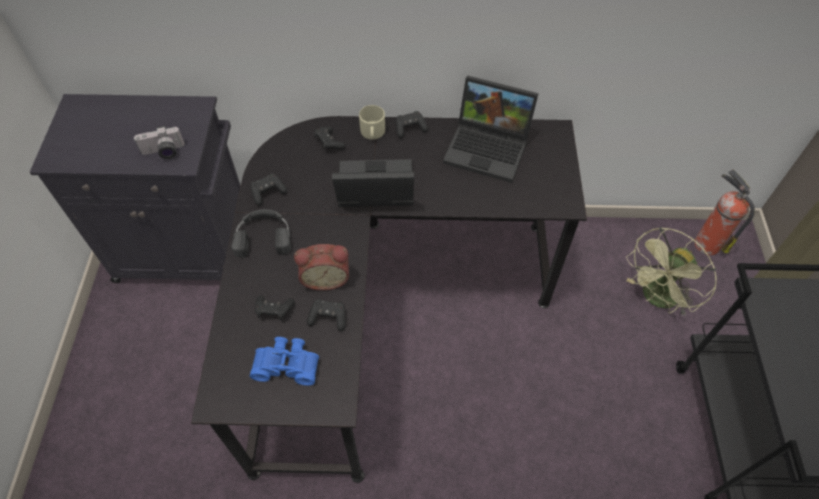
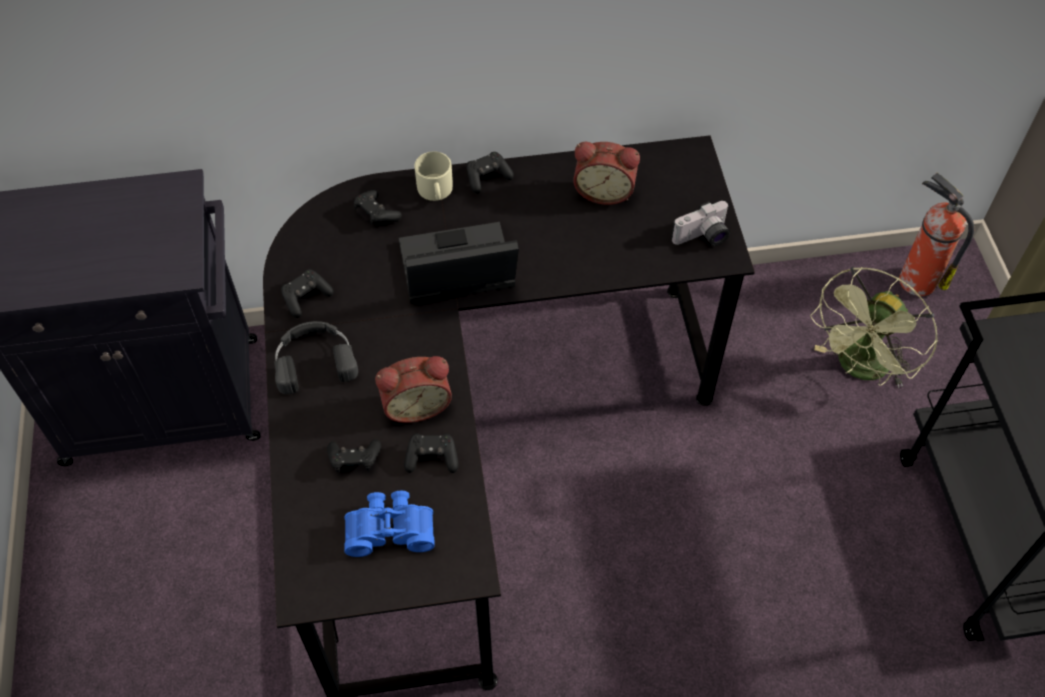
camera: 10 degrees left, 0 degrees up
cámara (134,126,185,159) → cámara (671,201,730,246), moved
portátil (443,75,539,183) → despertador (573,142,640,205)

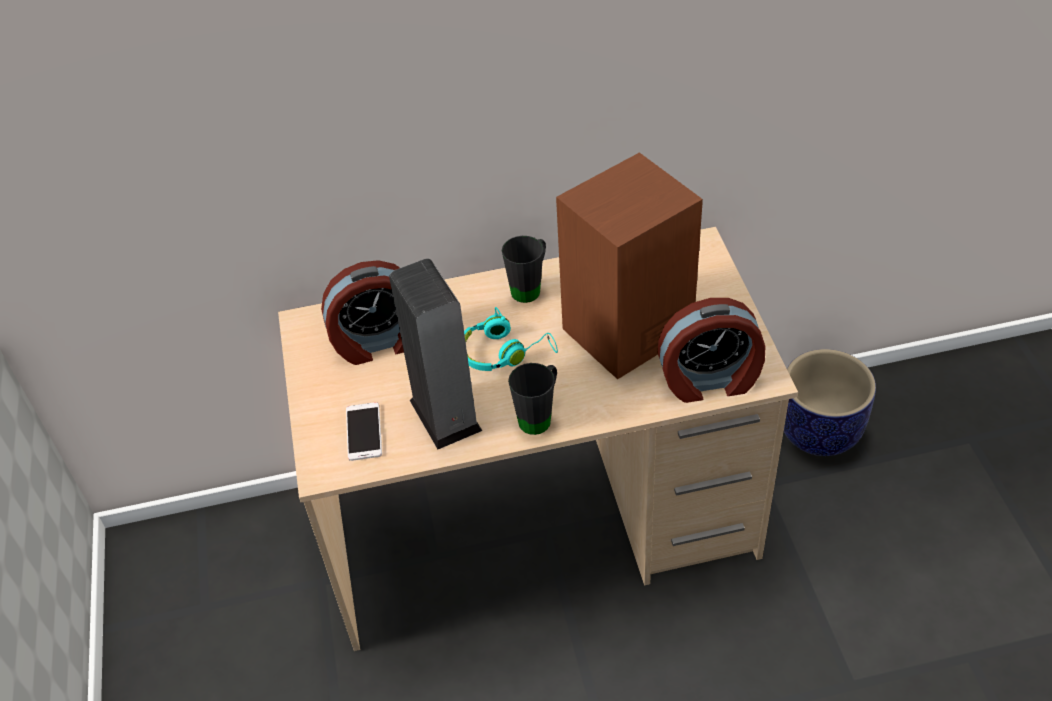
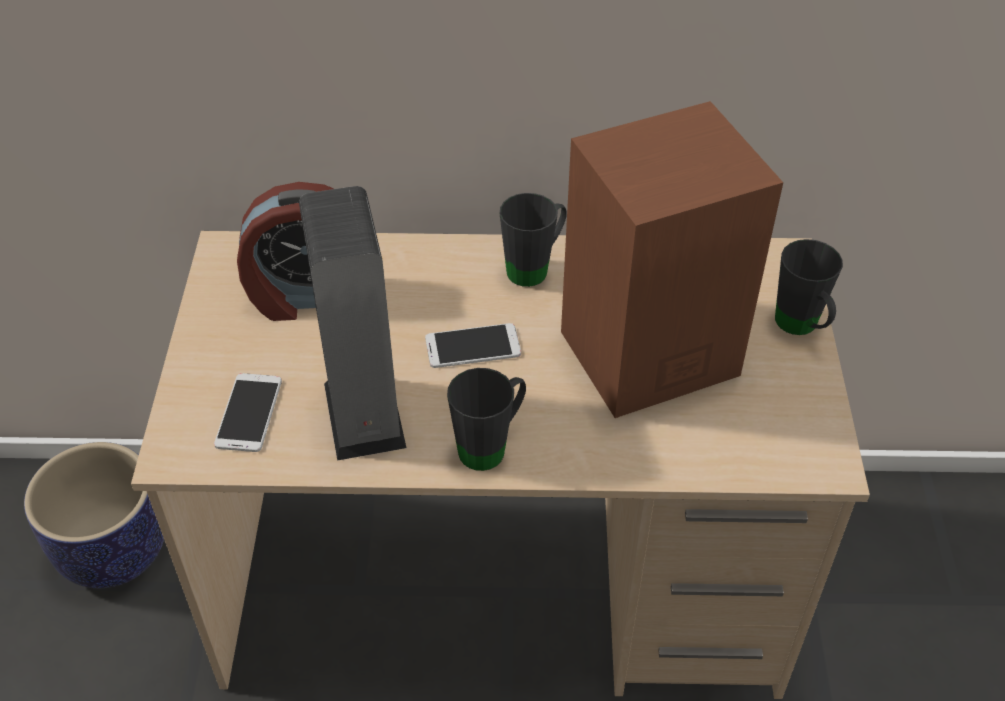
camera: 10 degrees right, 0 degrees up
despertador (658,298,766,403) → -
- → taza grande [negro] (775,239,843,335)
maceta (784,349,876,456) → maceta (24,442,164,588), moved
auriculares [turquesa] (464,307,558,371) → móvil (425,323,521,368)

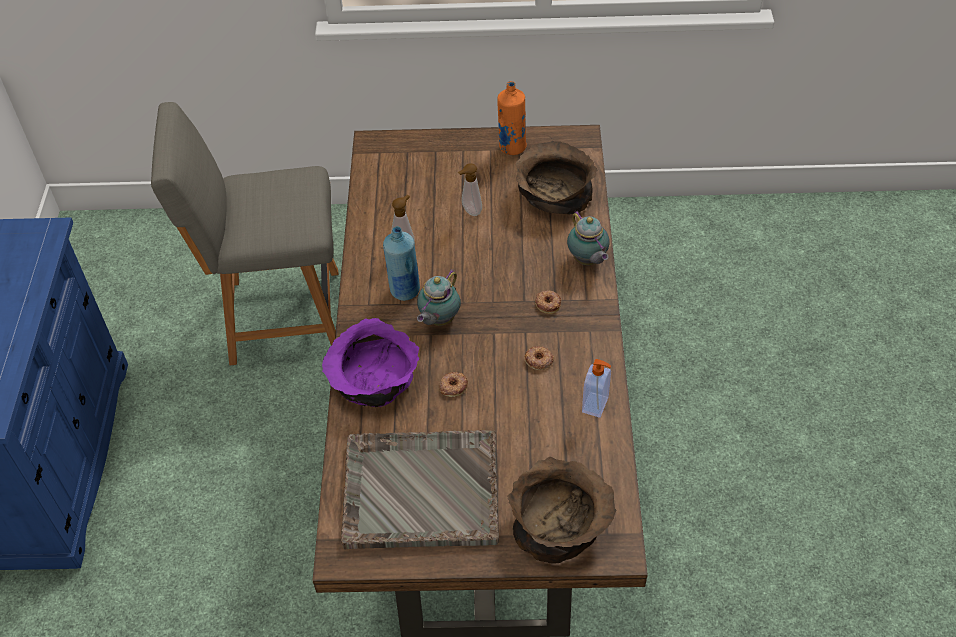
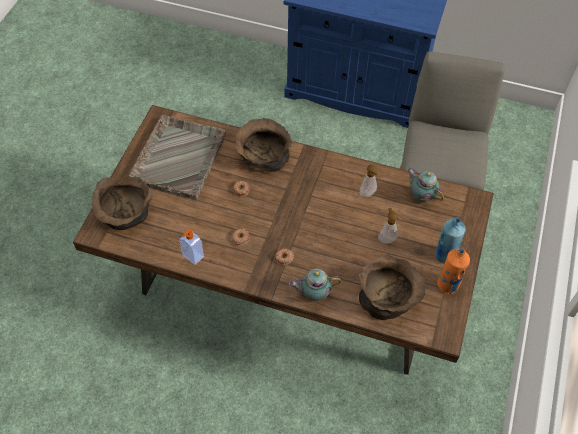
camera: 105 degrees right, 5 degrees up
botella [azul] (383,226,420,301) → botella [azul] (435,217,466,264), moved
tetera (417,270,461,326) → tetera (407,168,444,203), moved
cuenco [morado] (322,318,420,407) → cuenco [marrón] (235,118,292,172)

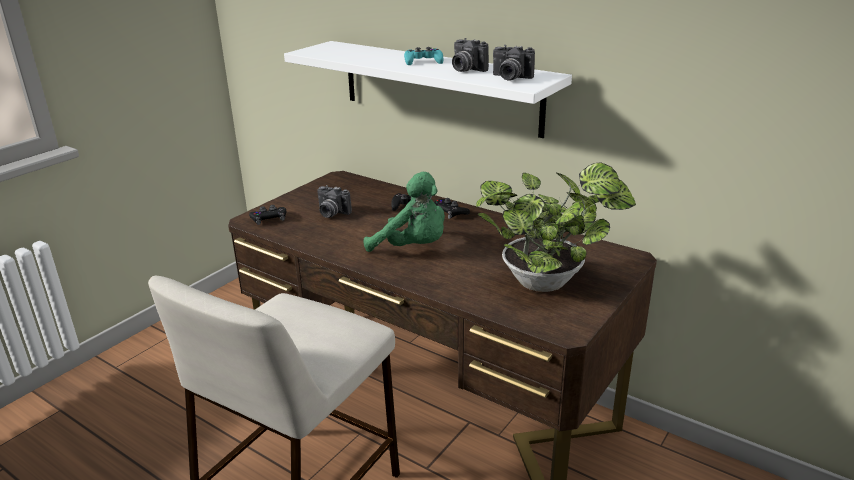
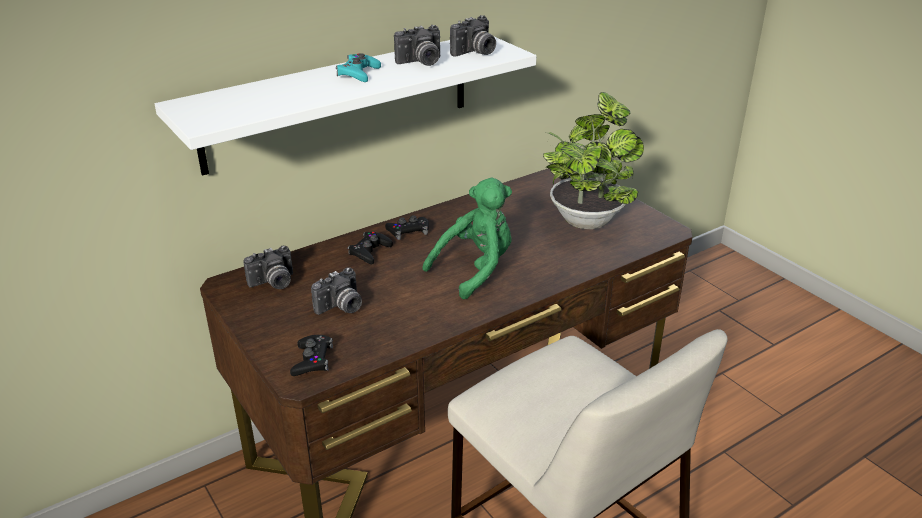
camera: 70 degrees left, 5 degrees up
- → cámara (243,246,293,289)

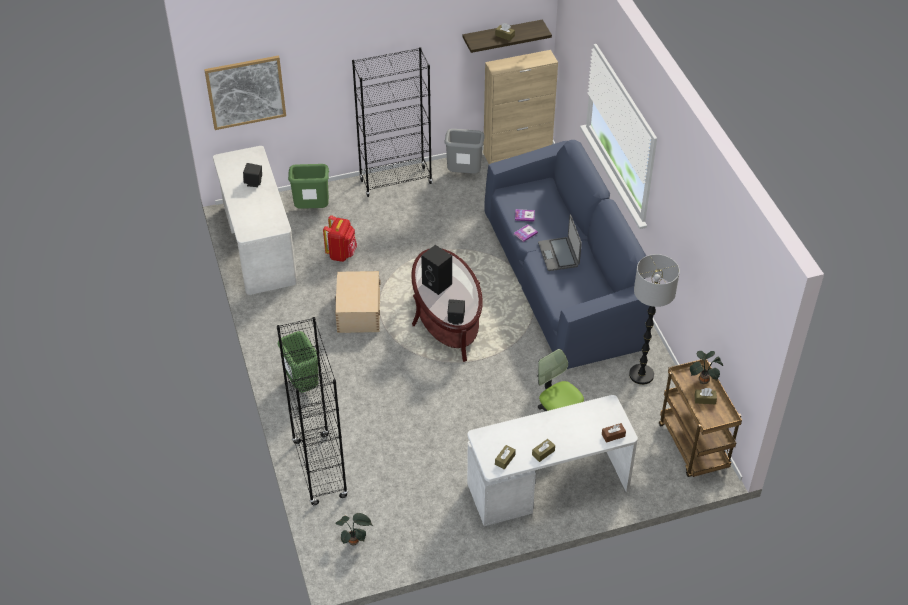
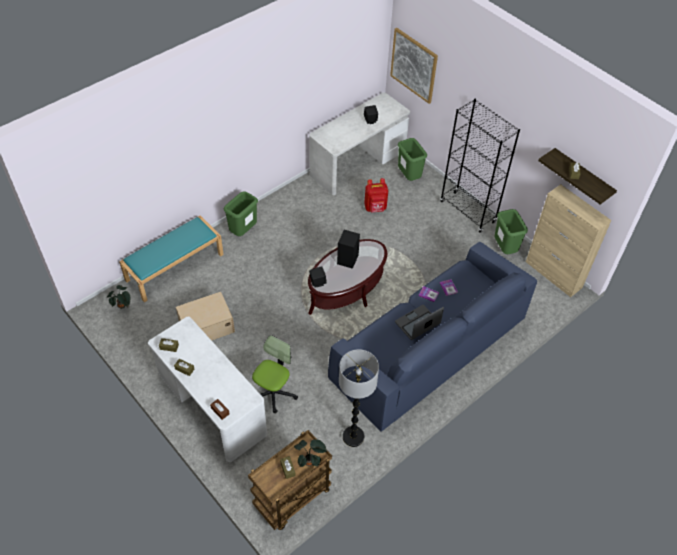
camera: 65 degrees right, 5 degrees up
caja de almacenaje [beis] (335,271,381,333) → caja de almacenaje [beis] (176,292,235,340), moved
estantería [negro] (277,317,348,505) → banco [turquesa] (119,215,224,302)
papelera [gris] (444,129,485,174) → papelera [verde] (494,209,528,254)

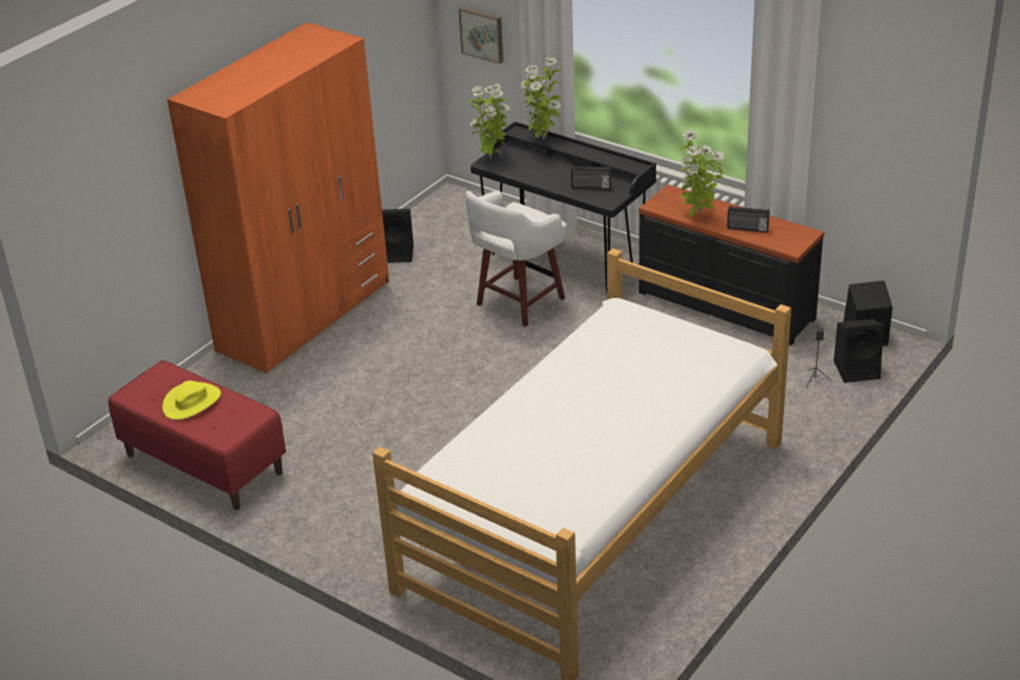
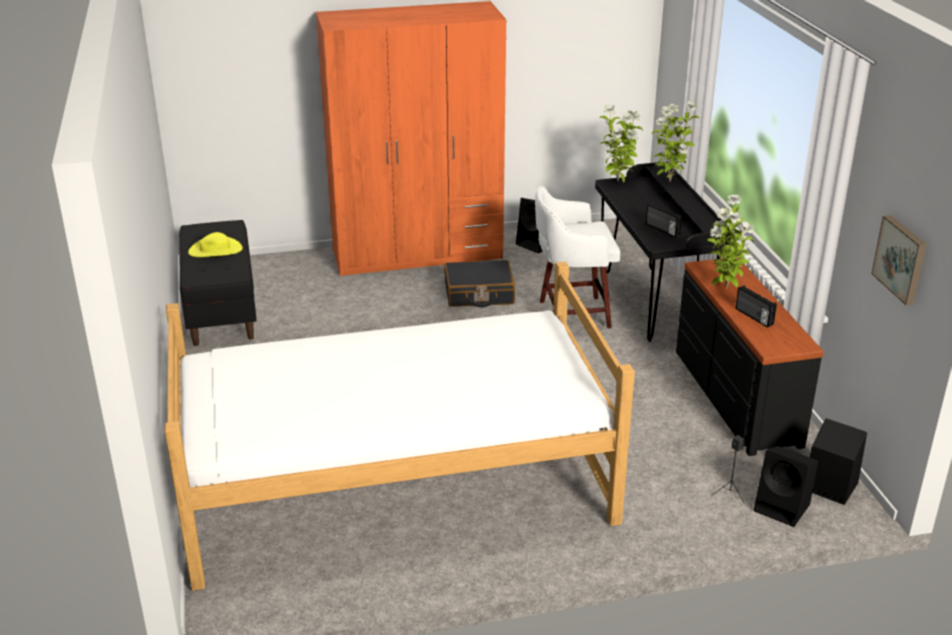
camera: 40 degrees right, 5 degrees down
- → maleta [negro] (444,260,515,307)
cuadro (459,7,503,64) → cuadro (871,215,927,305), moved
banco [rojo] (108,361,286,510) → banco [negro] (179,220,257,346)

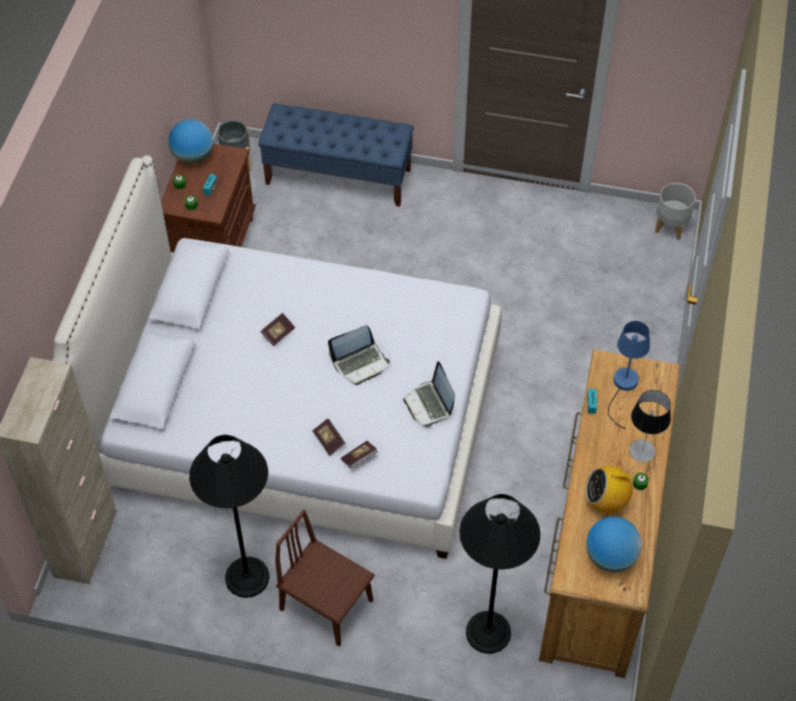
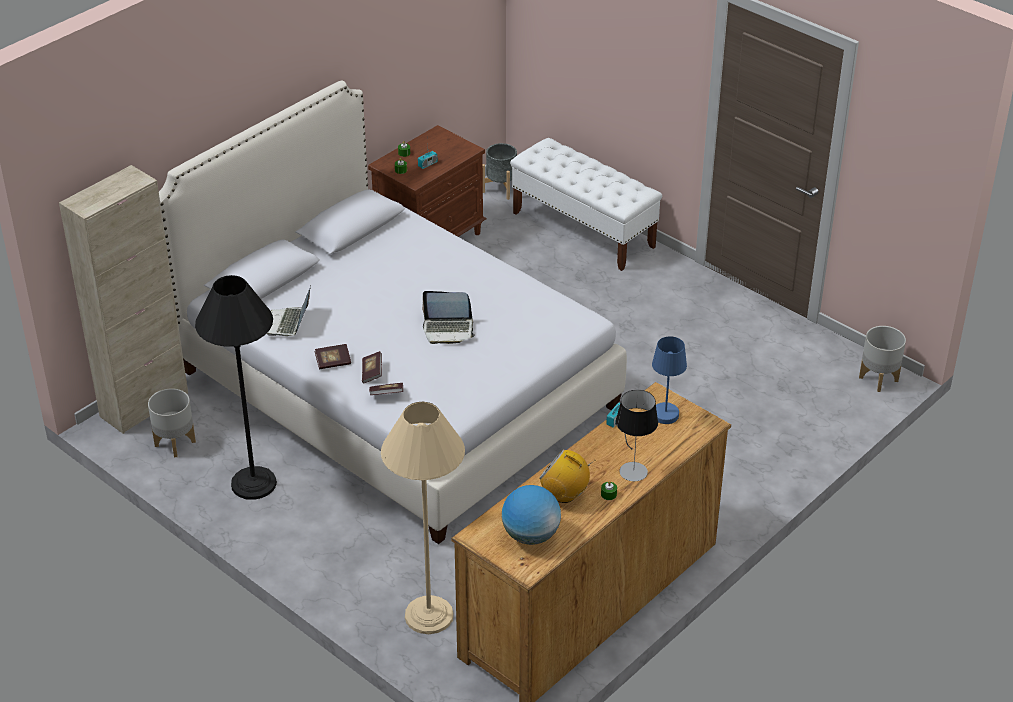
camera: 30 degrees right, 15 degrees down
globo terráqueo (168,119,213,164) → -
silla [marrón] (275,509,375,647) → -
- → maceta [gris] (148,388,196,458)
libro (261,313,295,346) → libro (314,344,351,369), moved
portátil (403,361,455,427) → portátil (267,286,311,336), moved
banco [azul] (258,103,414,207) → banco [blanco] (510,138,662,271)
lámpara de pie [negro] (459,494,541,654) → lámpara de pie [beis] (381,401,465,634)

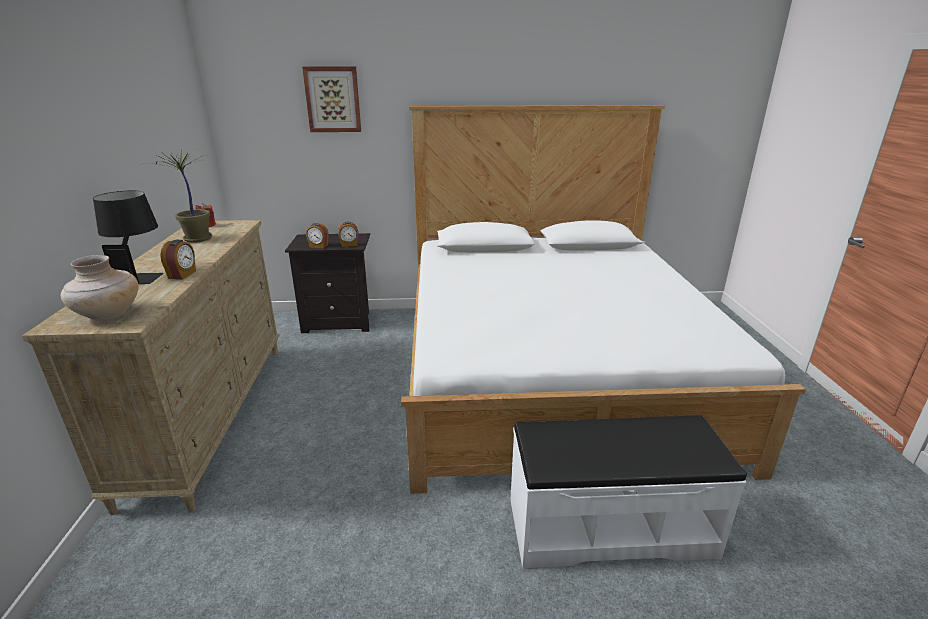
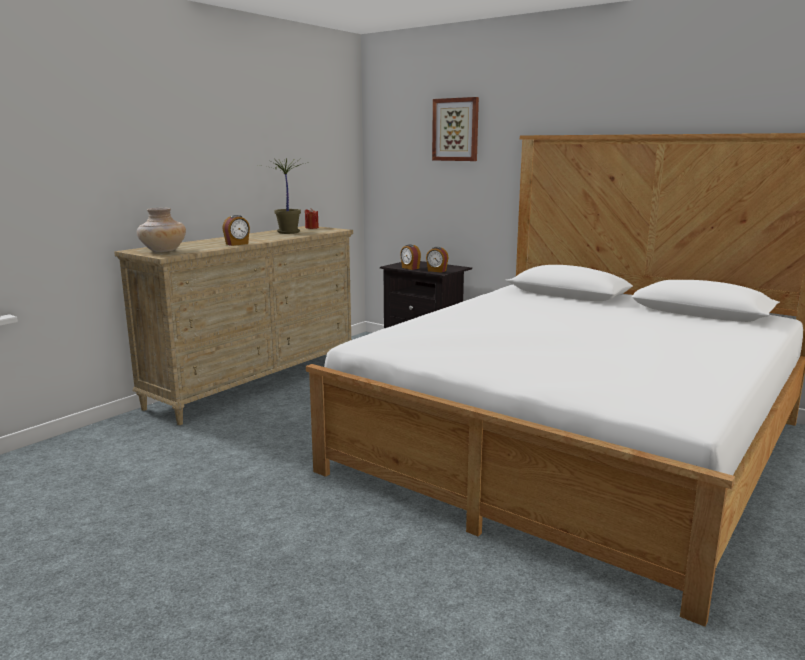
camera: 40 degrees right, 10 degrees down
lámpara de mesa [negro] (93,191,164,284) → -
banco [blanco] (510,415,747,569) → -

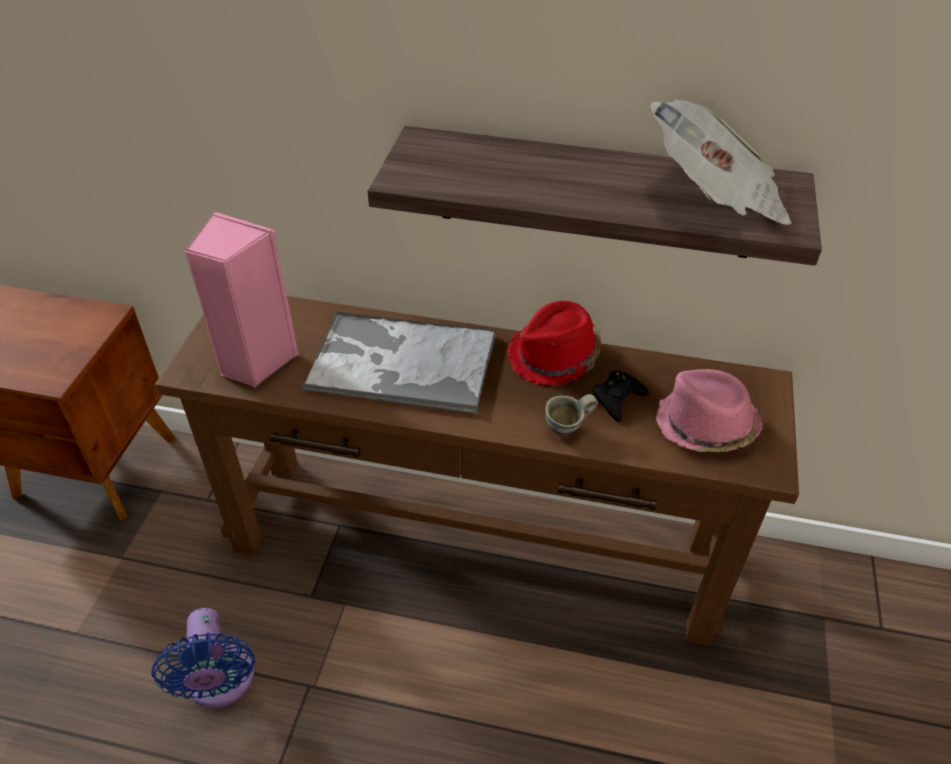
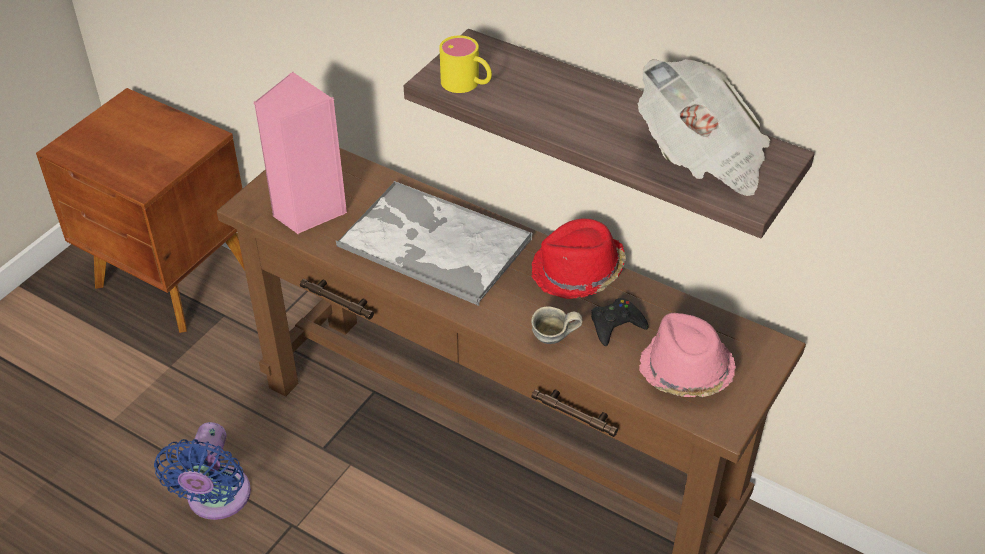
camera: 20 degrees right, 0 degrees up
- → taza grande [amarillo] (439,35,492,93)

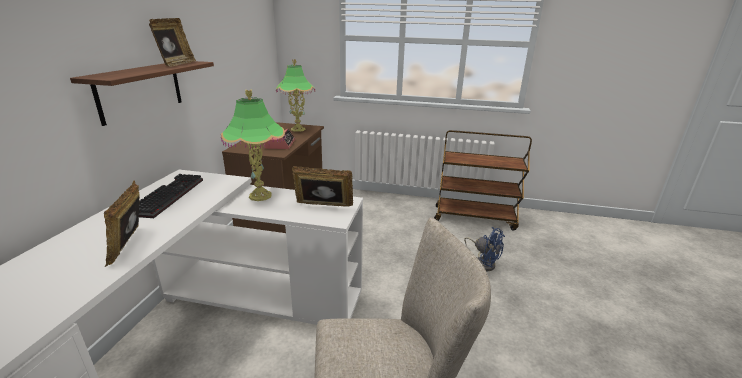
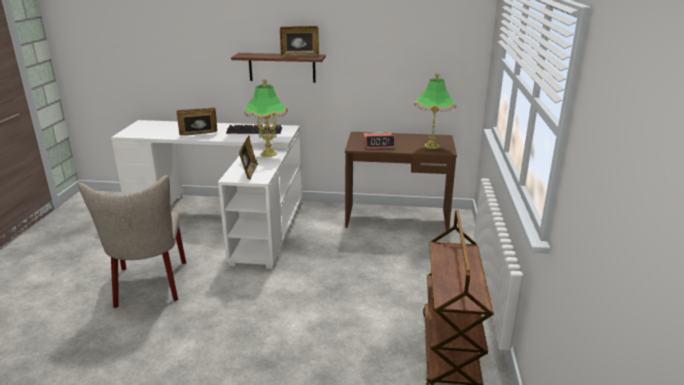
camera: 85 degrees right, 0 degrees up
ventilador [azul] (464,227,505,271) → -

